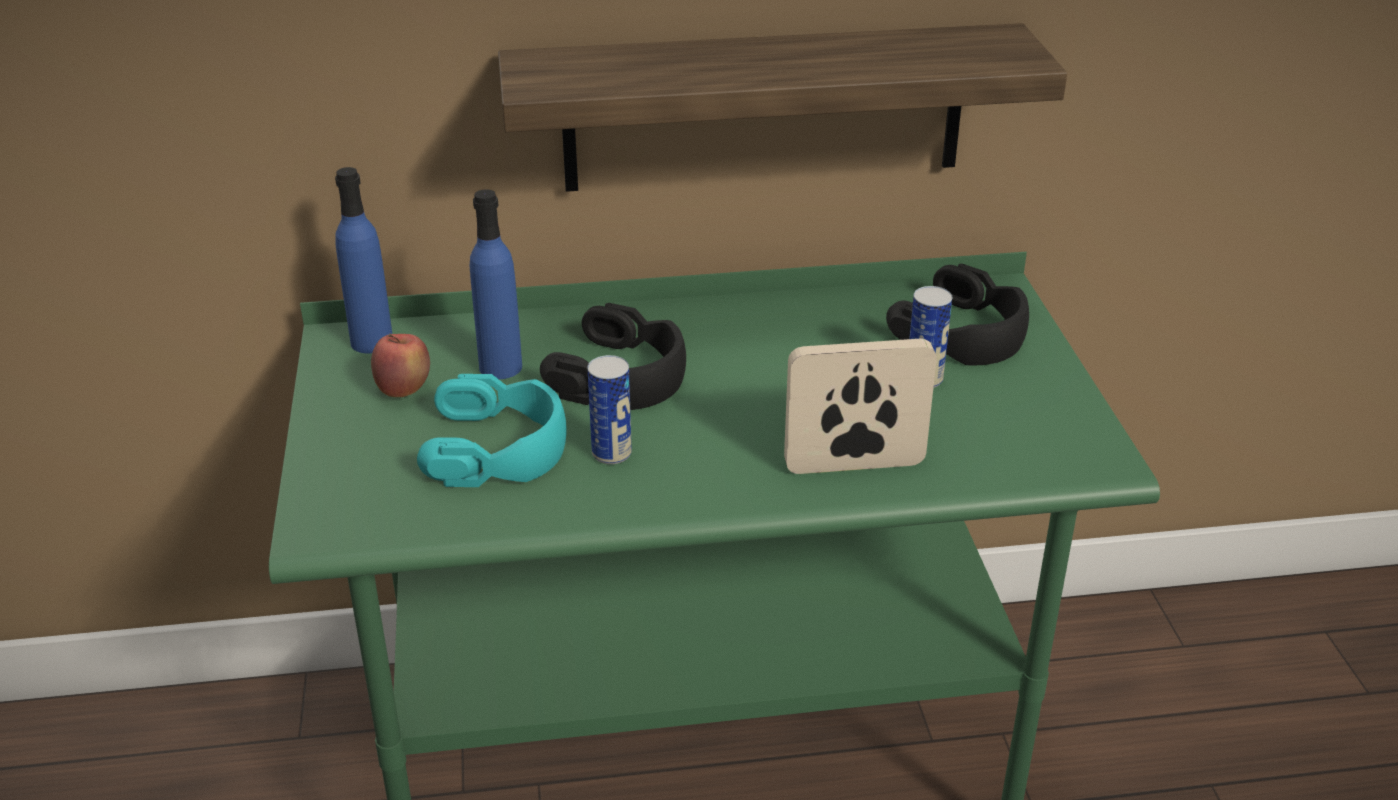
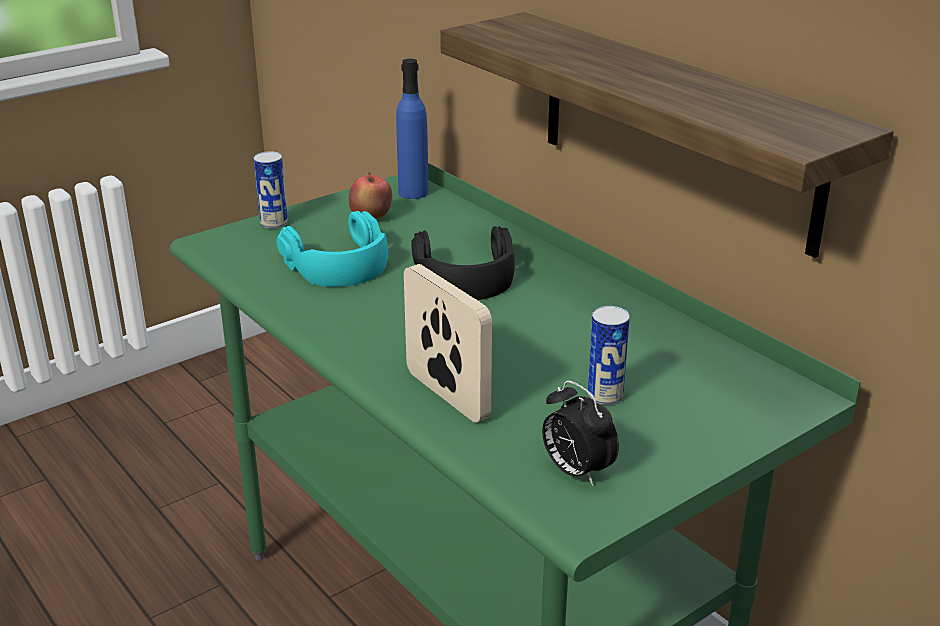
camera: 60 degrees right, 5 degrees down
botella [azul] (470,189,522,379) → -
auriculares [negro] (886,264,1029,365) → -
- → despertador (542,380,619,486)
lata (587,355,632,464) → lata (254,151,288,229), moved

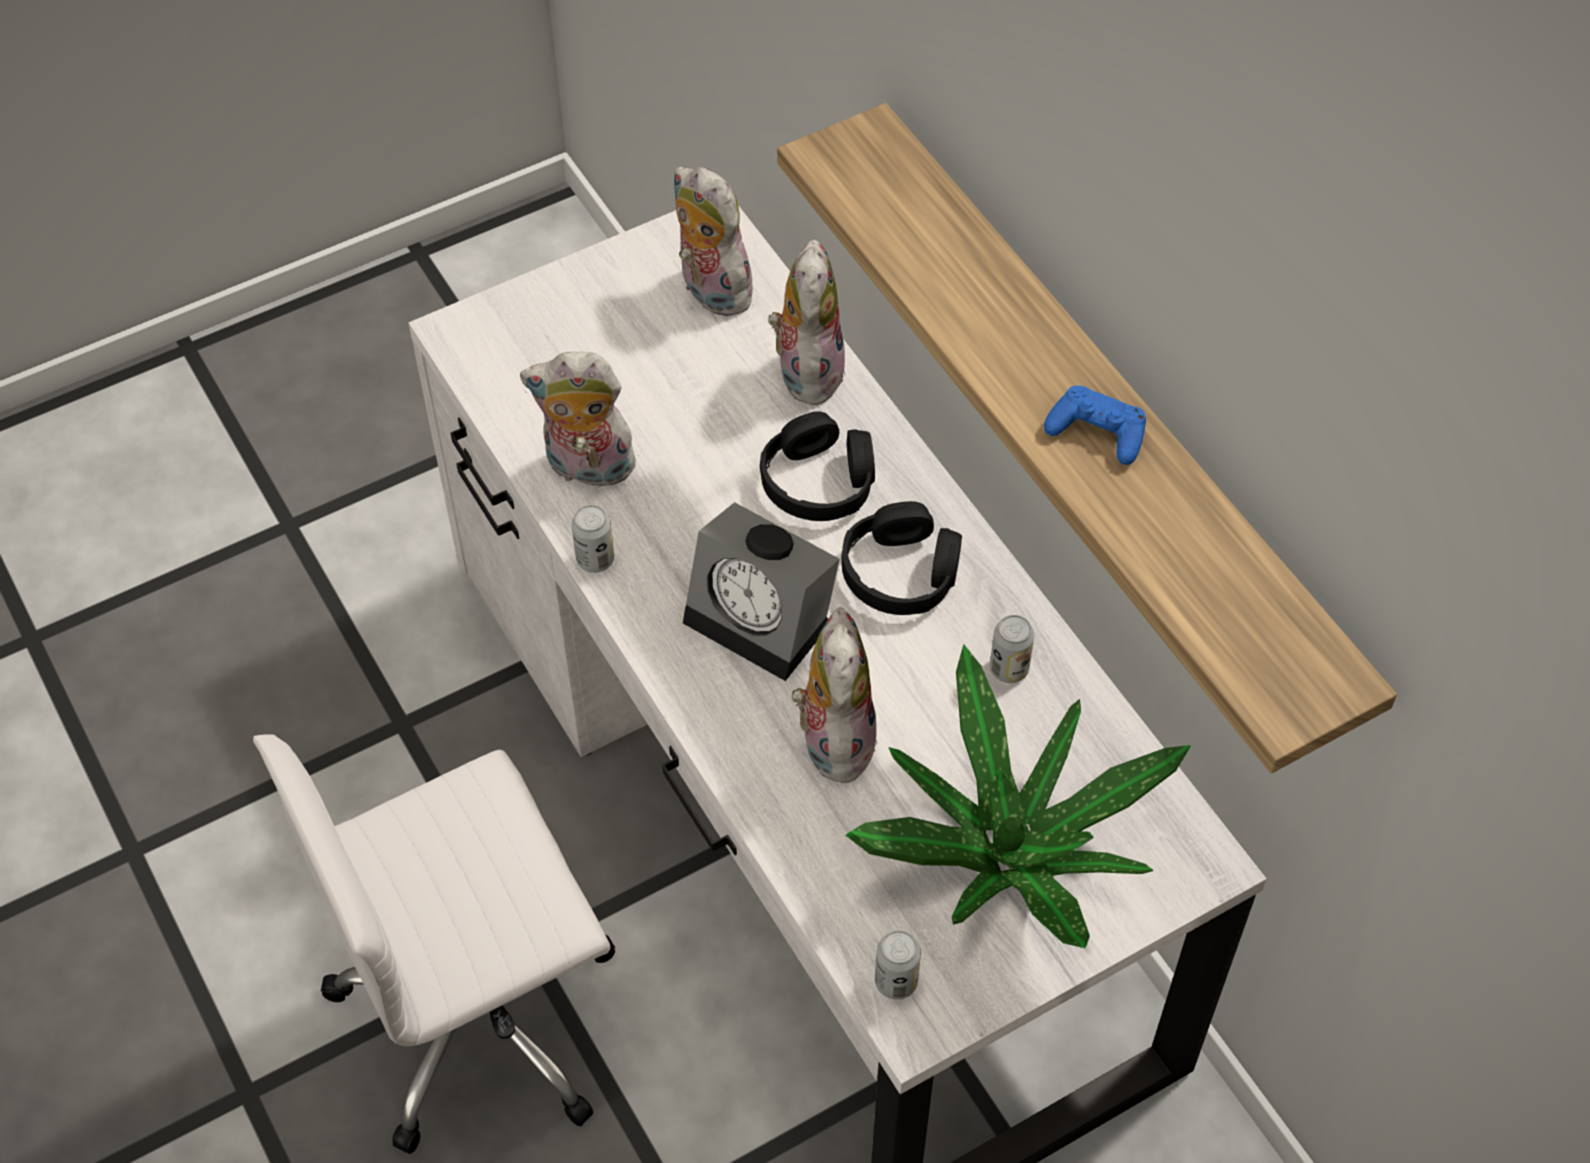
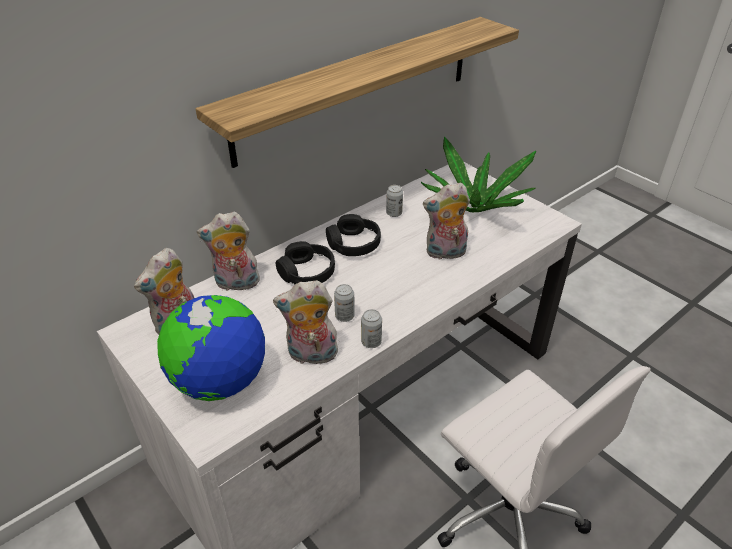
camera: 100 degrees left, 15 degrees down
despertador (683,502,840,681) → -
mando de consola [azul] (1044,386,1146,465) → -
- → globo terráqueo (157,295,265,401)
lata (875,930,921,1000) → lata (334,284,355,322), moved
peluche (520,352,639,493) → peluche (273,280,341,364), 90 degrees clockwise

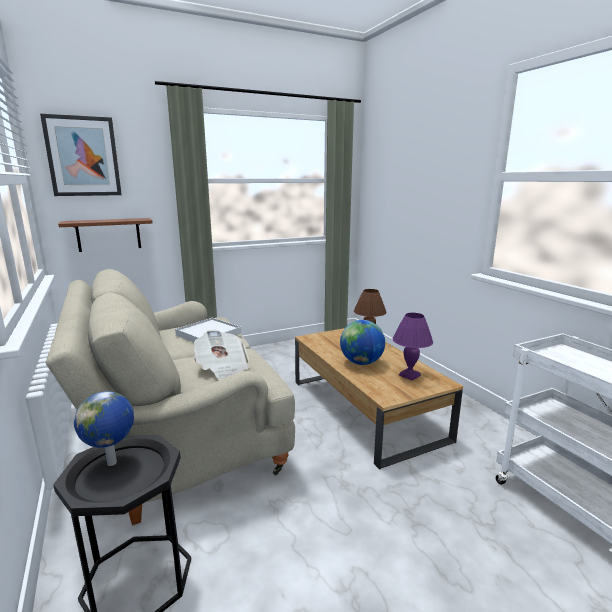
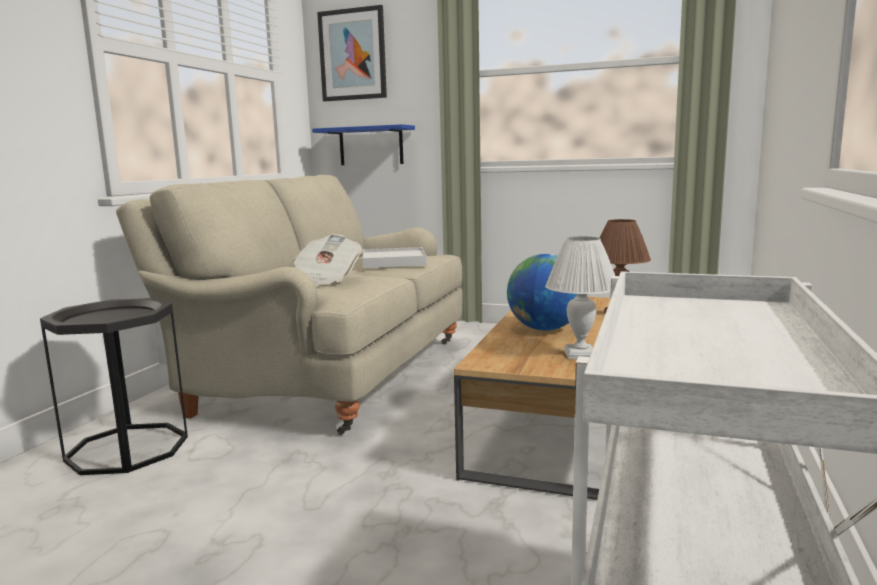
camera: 45 degrees right, 5 degrees down
globo terráqueo (74,391,134,466) → -
estante [marrón] (58,218,153,252) → estante [azul] (312,124,415,165)
lámpara de mesa [morado] (393,313,433,380) → lámpara de mesa [blanco] (545,236,615,359)

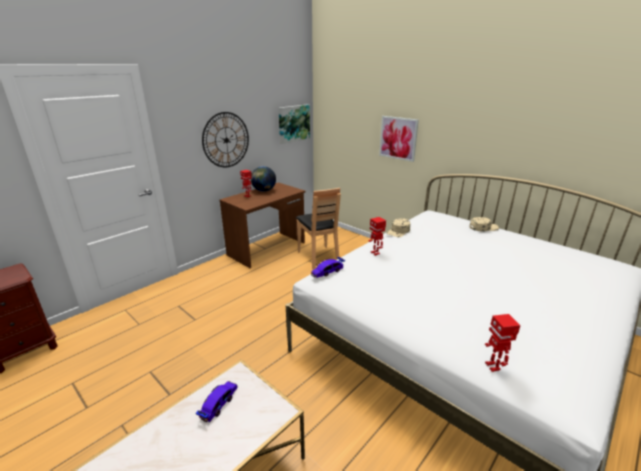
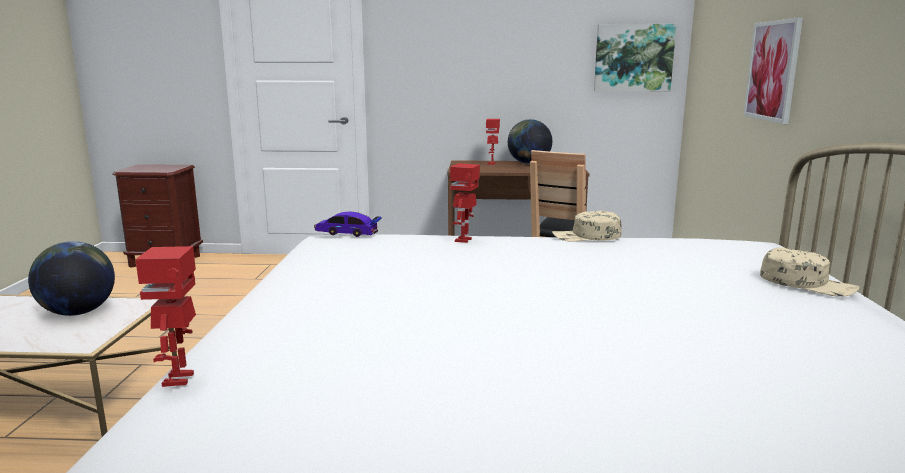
camera: 50 degrees right, 10 degrees down
reloj de pared (202,112,249,167) → -
coche de juguete (196,381,238,422) → globo terráqueo (28,241,115,316)
robot de juguete (485,314,521,372) → robot de juguete (135,246,196,387), 45 degrees counterclockwise

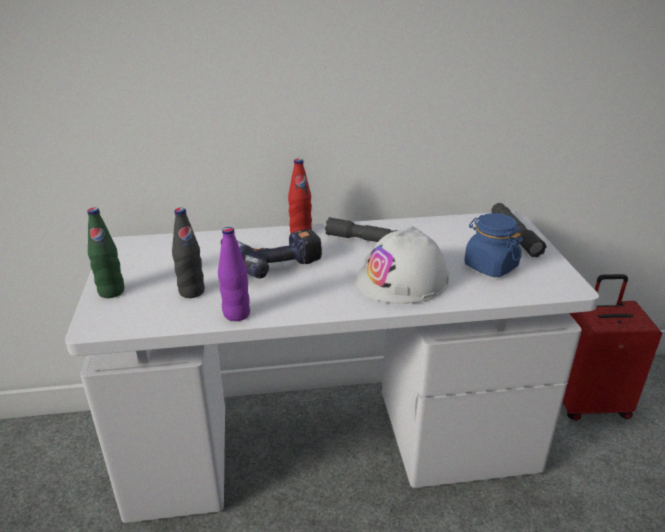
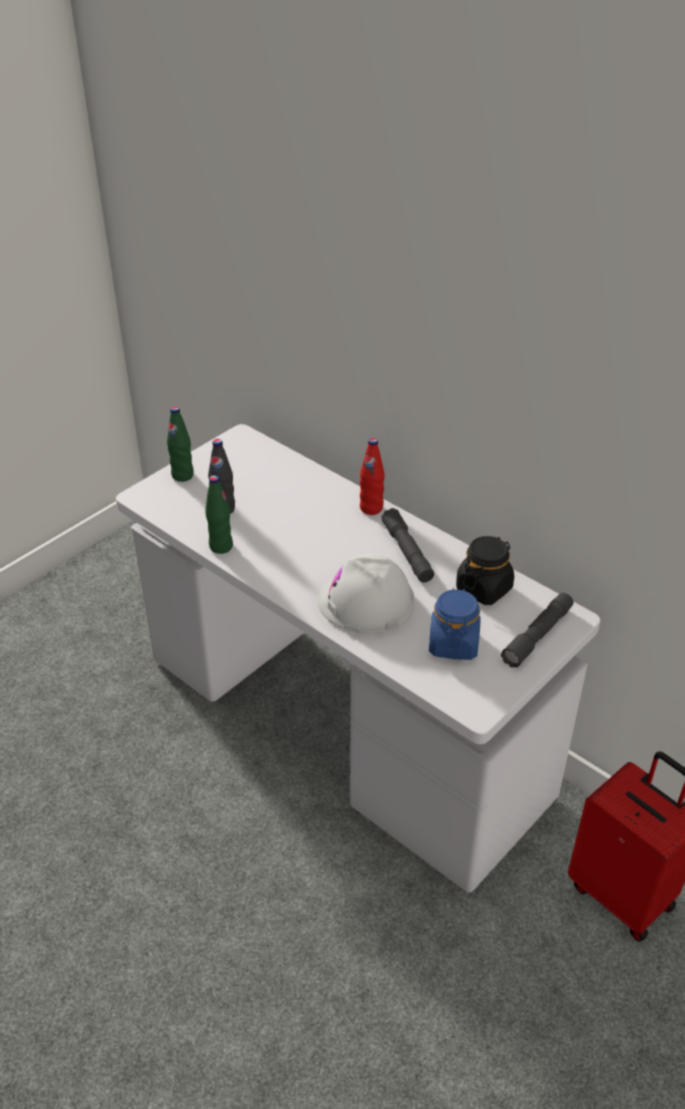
camera: 50 degrees right, 10 degrees up
taladro (221,229,322,279) → -
- → tarro [negro] (456,536,514,605)
botella [morado] (218,227,250,321) → botella [verde] (205,475,233,554)

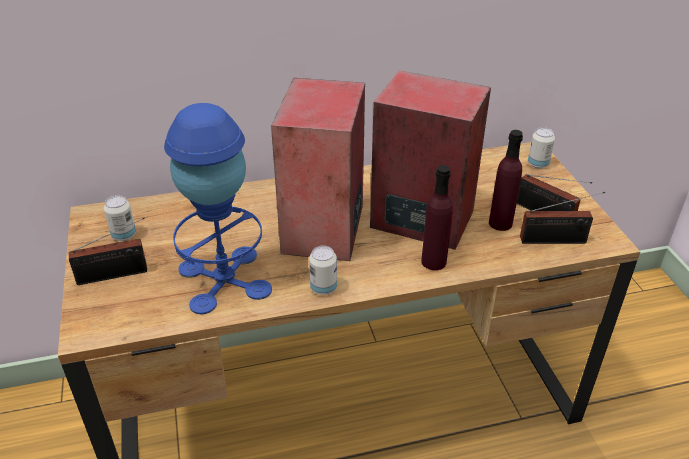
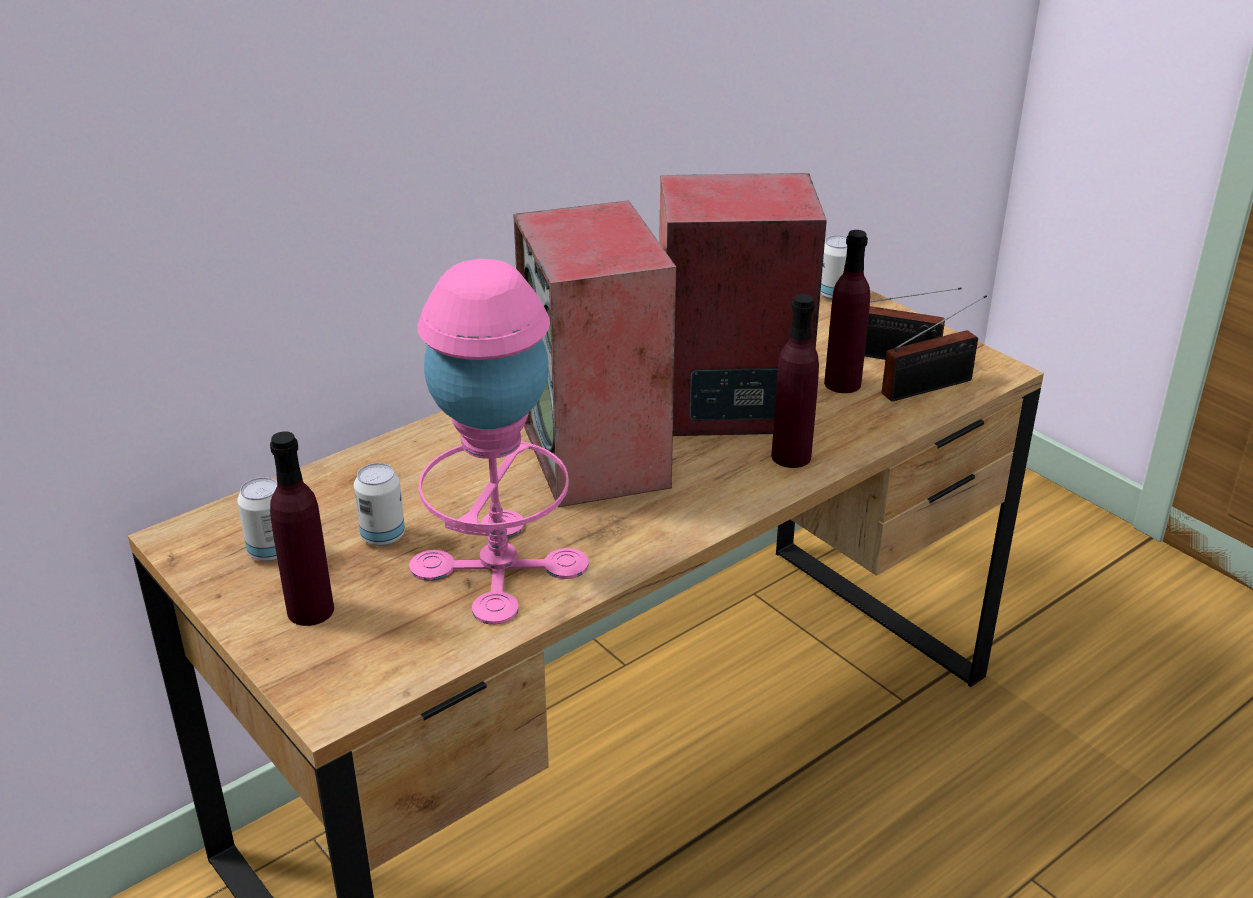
camera: 25 degrees left, 5 degrees down
lata (309,246,337,295) → lata (354,463,405,546), moved
radio (69,218,147,285) → botella [morado] (270,431,334,626)
lámpara de mesa [azul] (164,103,272,314) → lámpara de mesa [rosa] (409,259,589,625)

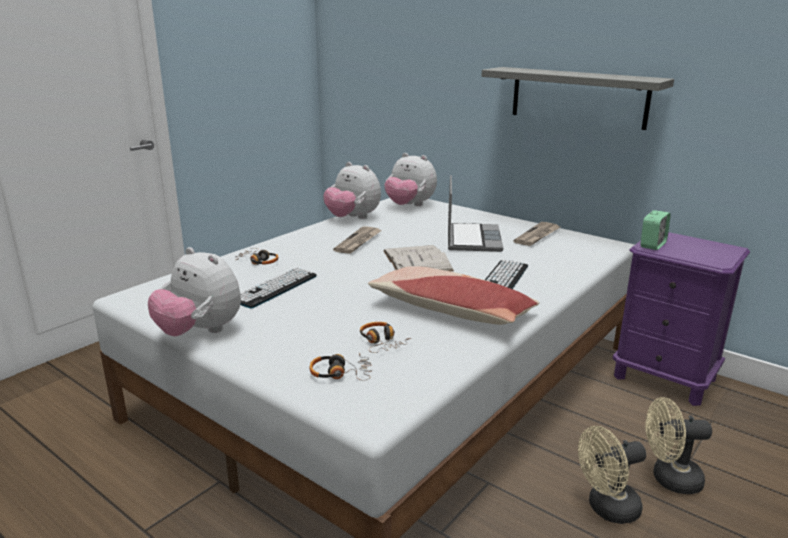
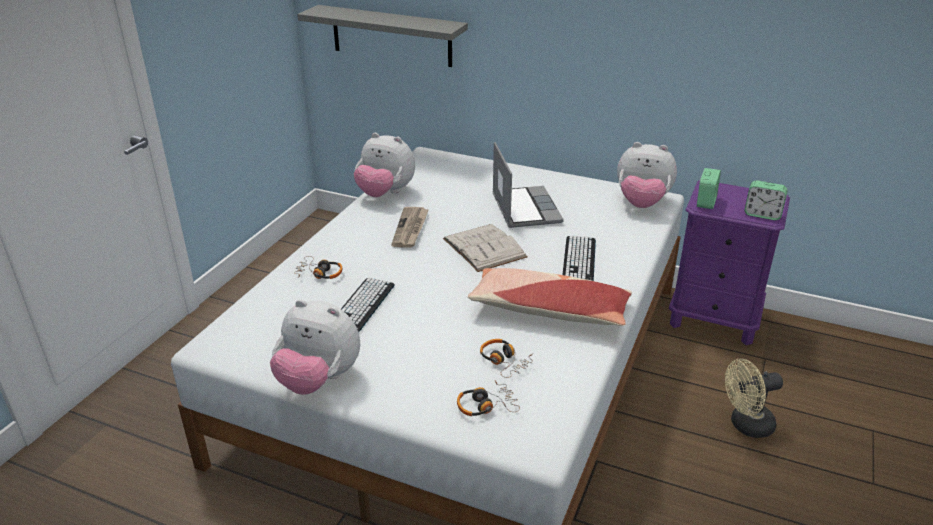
camera: 15 degrees left, 10 degrees up
periódico (513,222,560,246) → -
ventilador [beis] (578,426,646,524) → -
- → despertador (745,180,787,220)
peluche (384,153,437,206) → peluche (617,142,677,208), moved
estante [gris] (481,67,674,130) → estante [gris] (297,5,468,67), moved

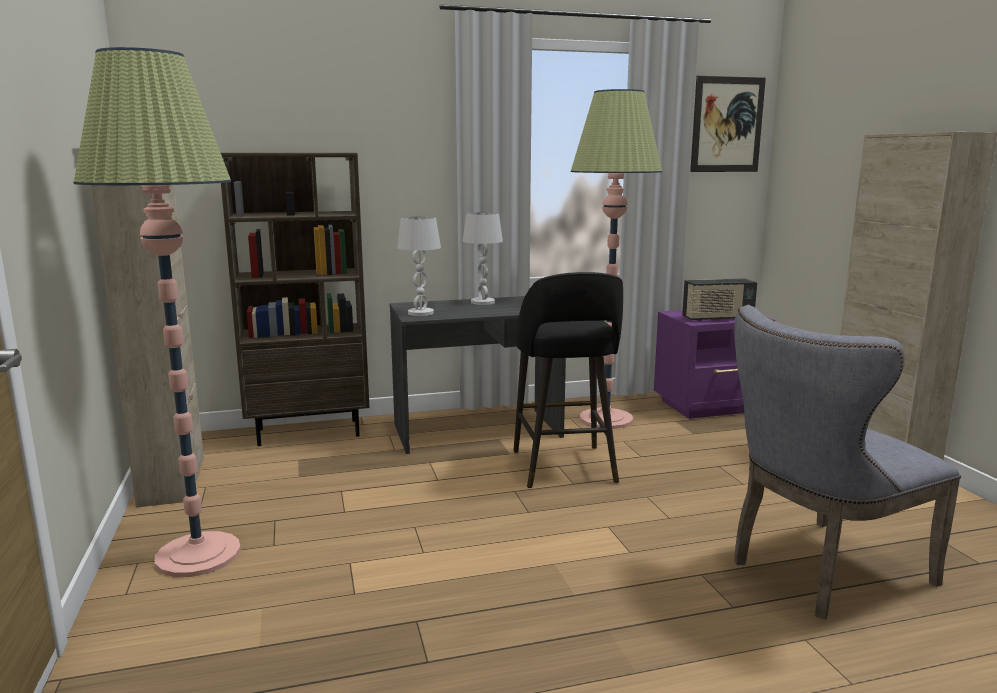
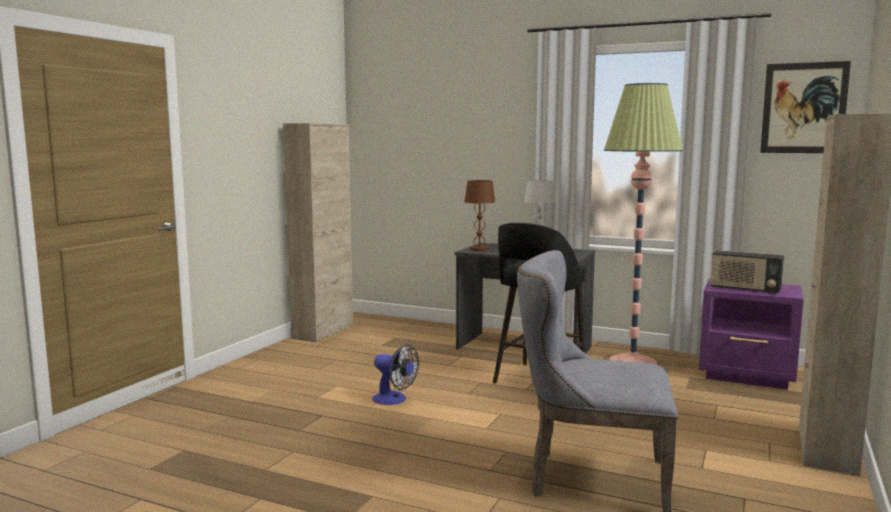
camera: 40 degrees right, 5 degrees down
lámpara de pie (73,47,241,577) → -
estantería [marrón] (221,153,370,446) → -
- → ventilador (372,344,419,405)
lámpara de mesa [blanco] (397,216,441,316) → lámpara de mesa [marrón] (464,180,495,251)

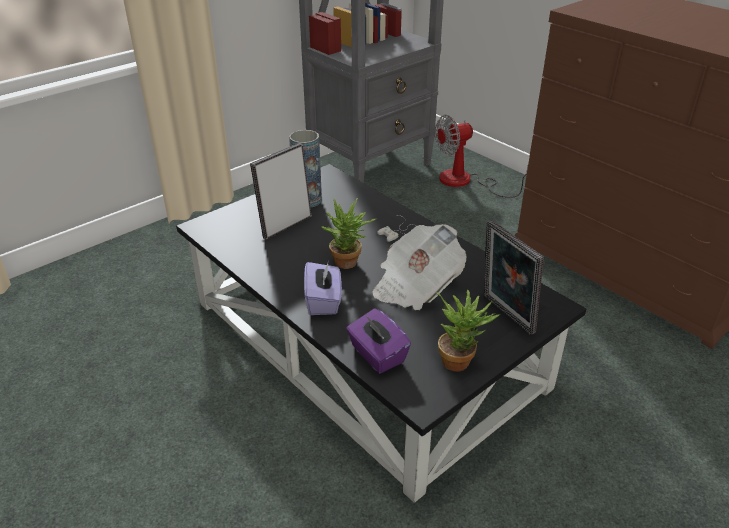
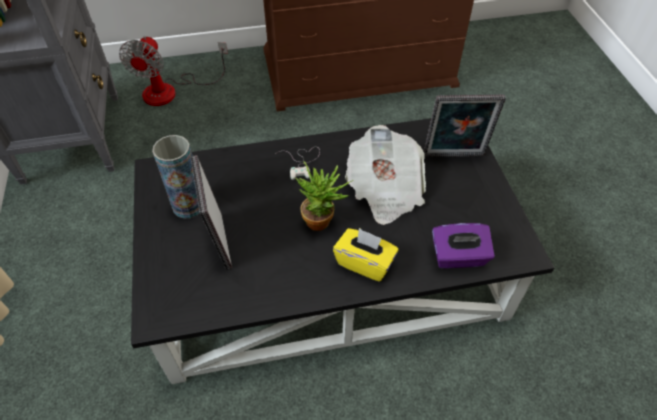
camera: 60 degrees left, 15 degrees up
planta en maceta (436,290,500,372) → -
caja de pañuelos [morado] (304,262,342,315) → caja de pañuelos [amarillo] (333,228,399,281)

